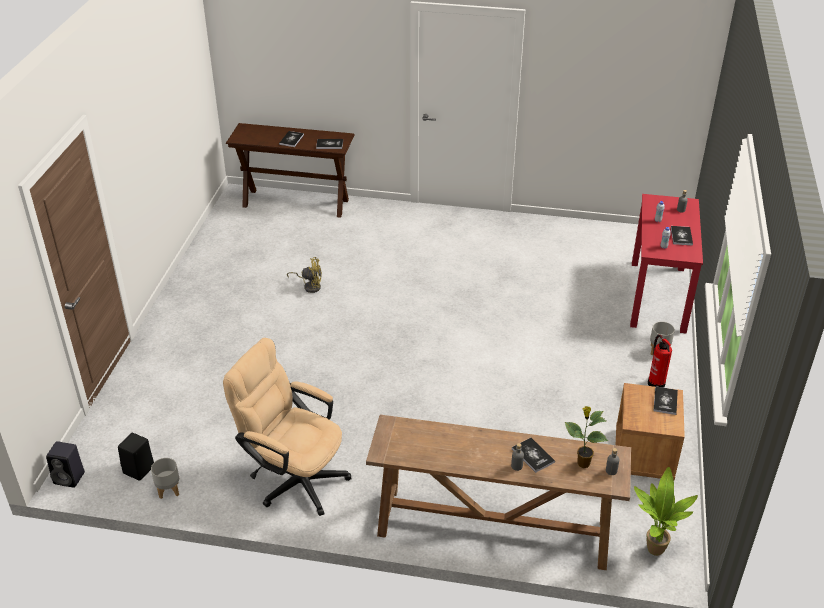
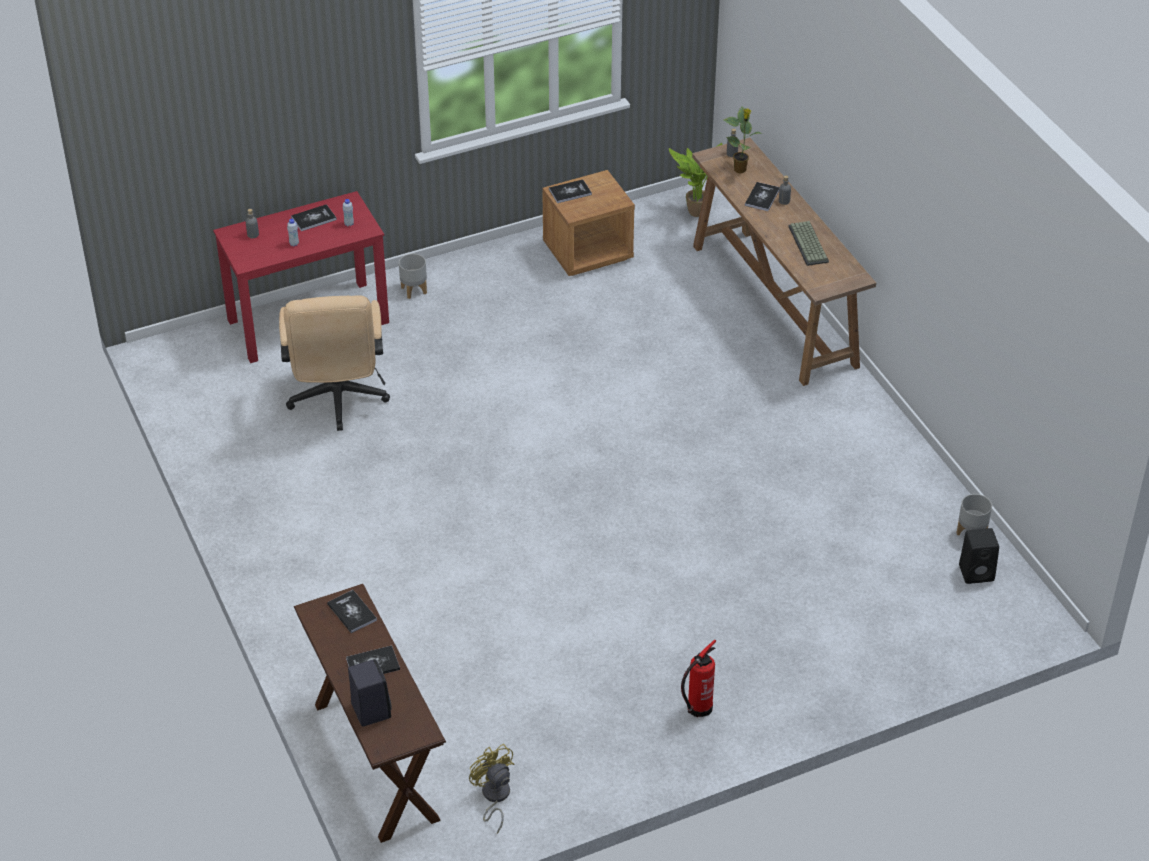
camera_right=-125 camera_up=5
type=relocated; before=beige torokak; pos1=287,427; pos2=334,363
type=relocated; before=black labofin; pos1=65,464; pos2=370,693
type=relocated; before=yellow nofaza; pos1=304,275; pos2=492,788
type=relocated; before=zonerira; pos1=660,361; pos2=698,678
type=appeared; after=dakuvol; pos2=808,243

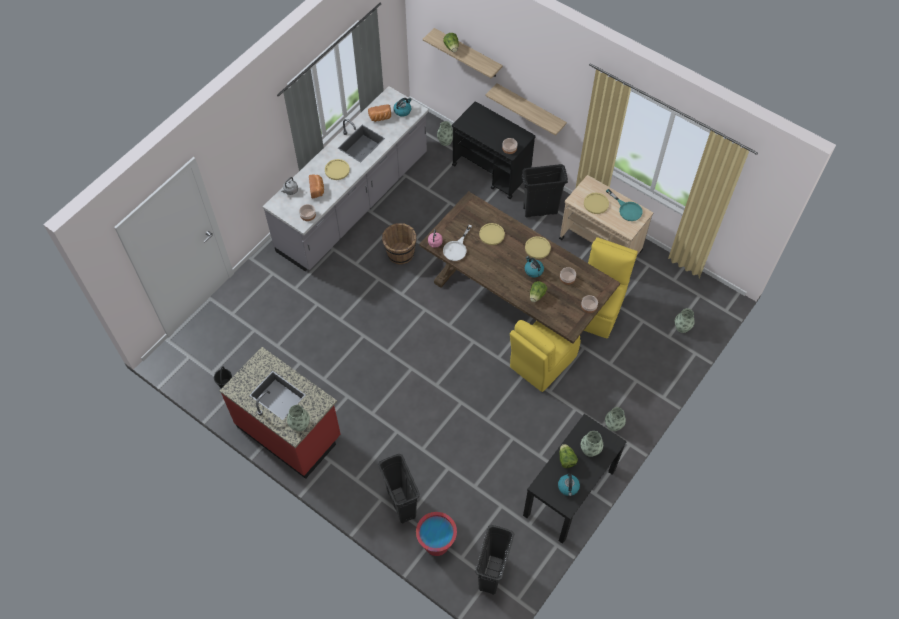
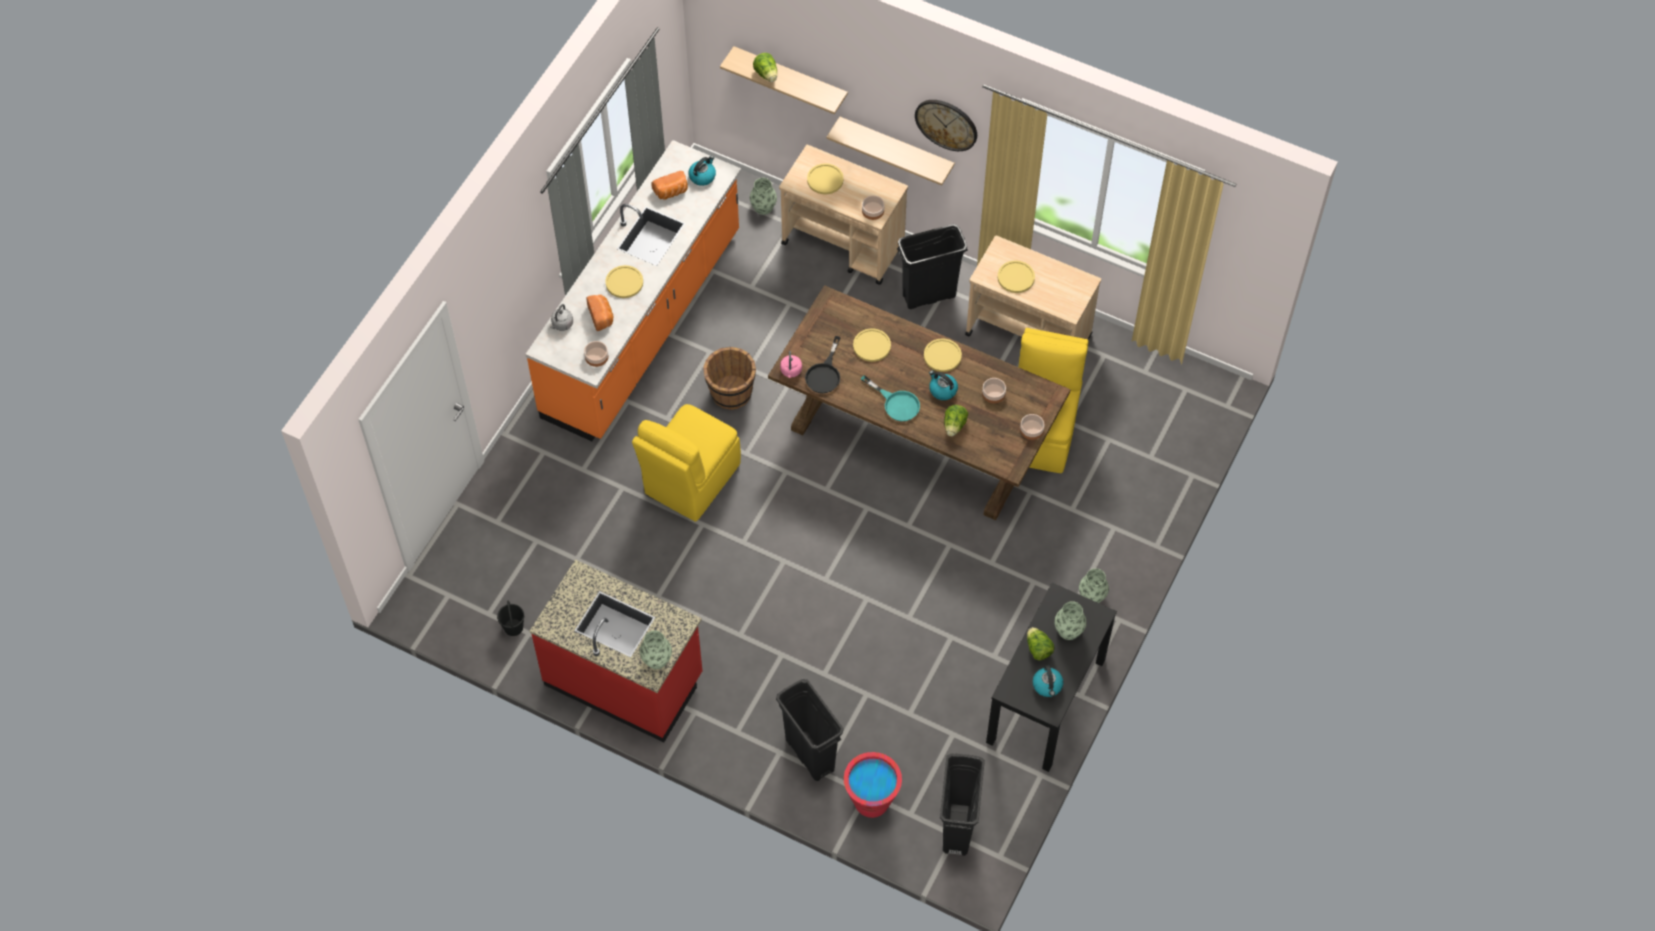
camera_right=-10 camera_up=0
type=colour; before=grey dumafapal; after=orange dumafapal; pos1=345,178; pos2=633,290
type=relocated; before=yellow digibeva; pos1=545,356; pos2=686,463
type=colour; before=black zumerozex; after=beige zumerozex; pos1=494,150; pos2=843,215
type=colour; before=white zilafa; after=black zilafa; pos1=457,243; pos2=823,364
type=appeared; after=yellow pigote; pos2=825,178
type=relocated; before=turquoise zilafa; pos1=624,205; pos2=890,398
type=appeared; after=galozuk; pos2=946,125
type=missing; before=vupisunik; pos1=685,320

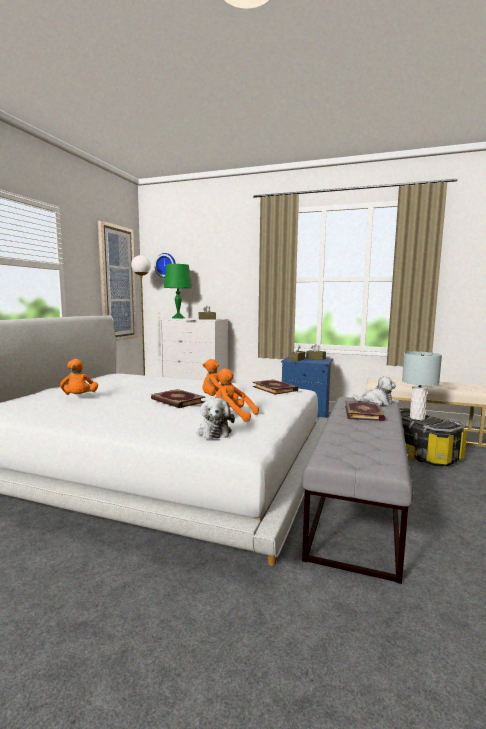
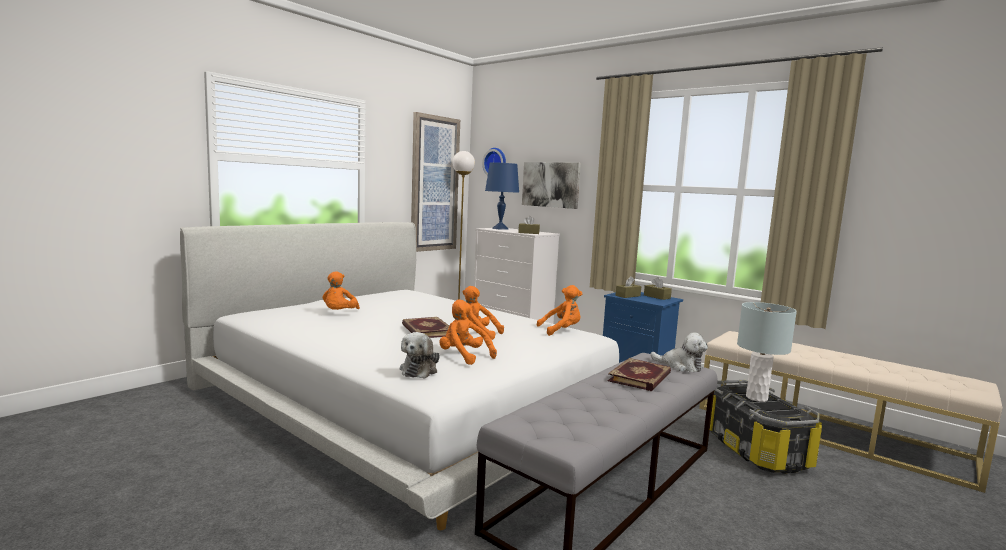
camera_right=20 camera_up=0
type=colour; before=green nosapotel; after=blue nosapotel; pos1=178,291; pos2=502,196
type=appeared; after=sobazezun; pos2=551,185
type=exchanged; before=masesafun; after=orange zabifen; pos1=275,387; pos2=559,310

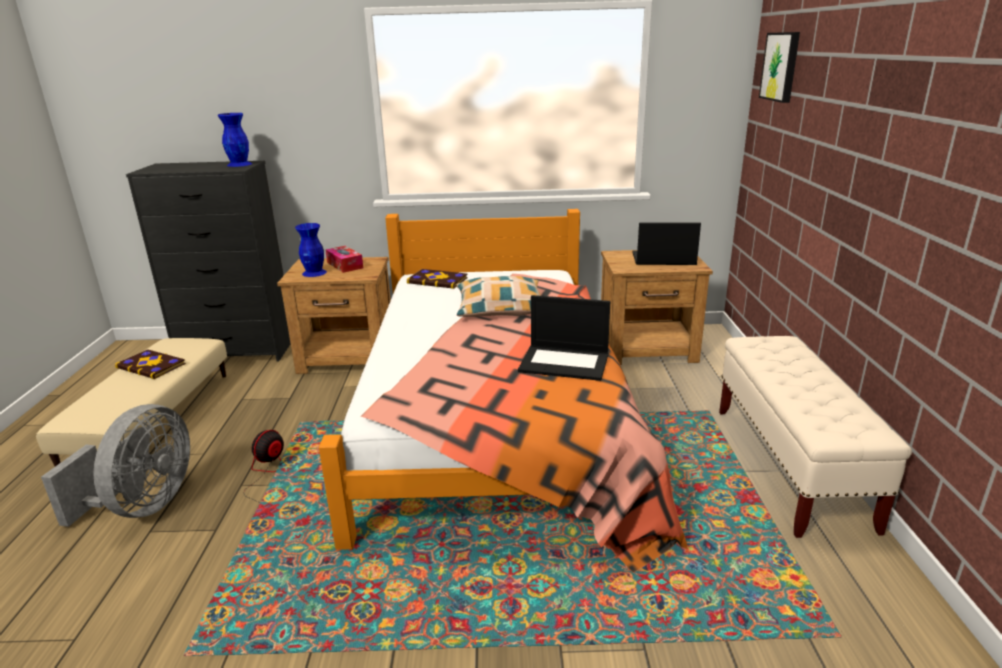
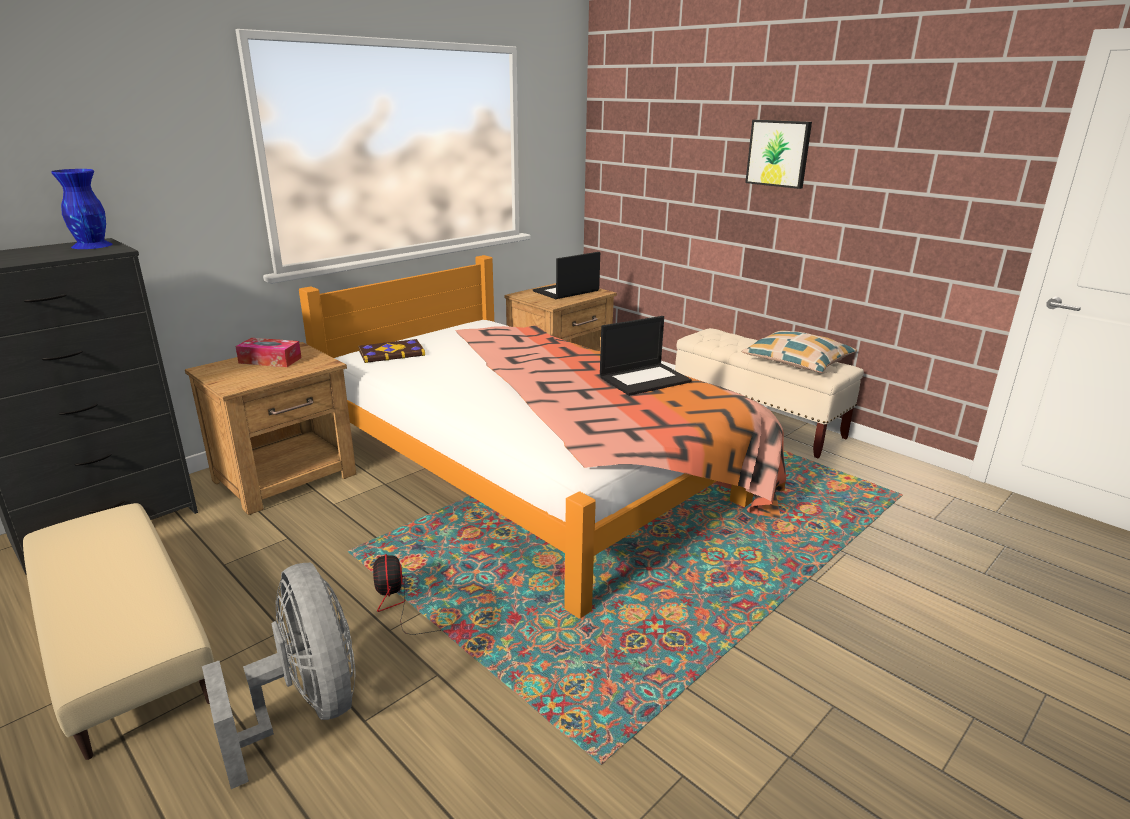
camera_right=-45 camera_up=0
type=relocated; before=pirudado; pos1=499,296; pos2=799,351
type=relocated; before=sobazezun; pos1=779,67; pos2=778,154
type=missing; before=masesafun; pos1=150,364
type=missing; before=blue vupisunik; pos1=311,250

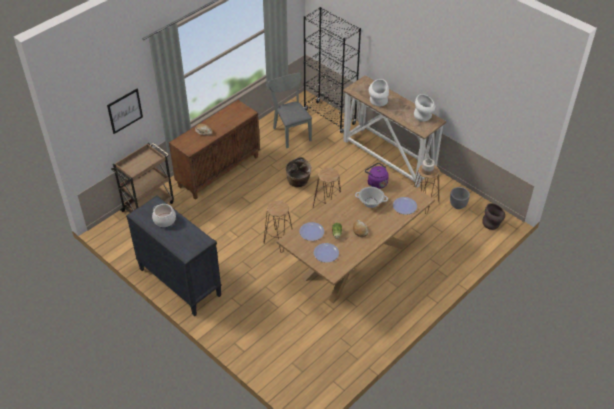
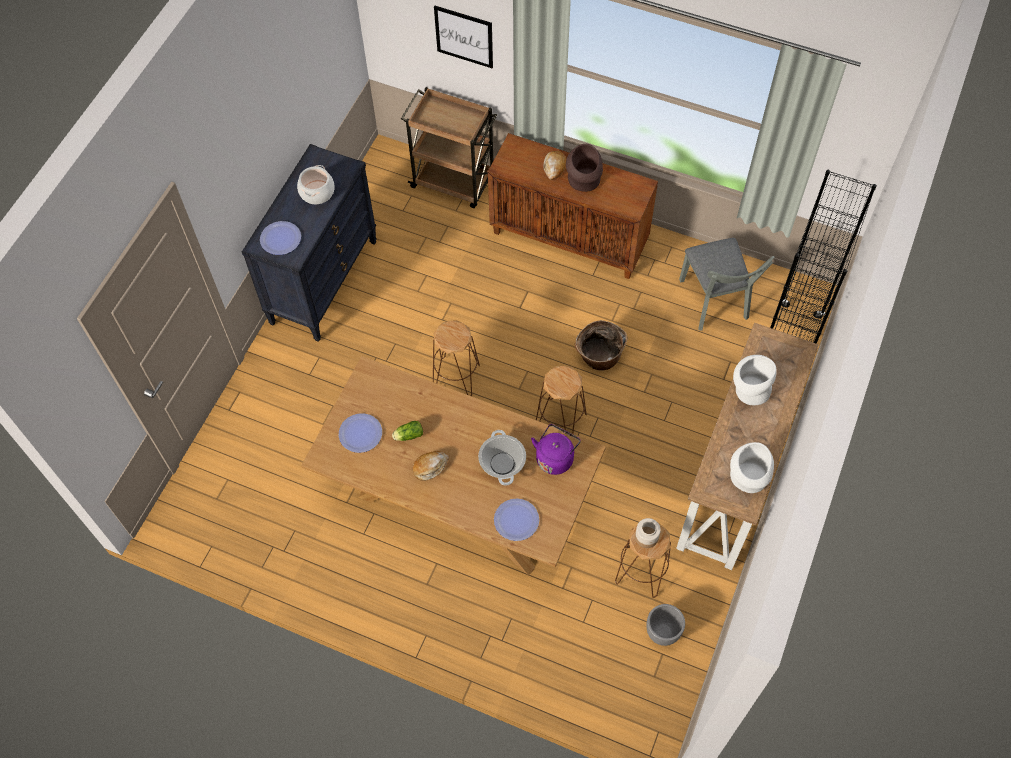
camera_right=70 camera_up=15
type=relocated; before=pigote; pos1=311,231; pos2=280,238
type=relocated; before=brown vupisunik; pos1=493,216; pos2=584,168
type=spun; before=grey digibeva; pos1=290,110; pos2=726,284; turn=120

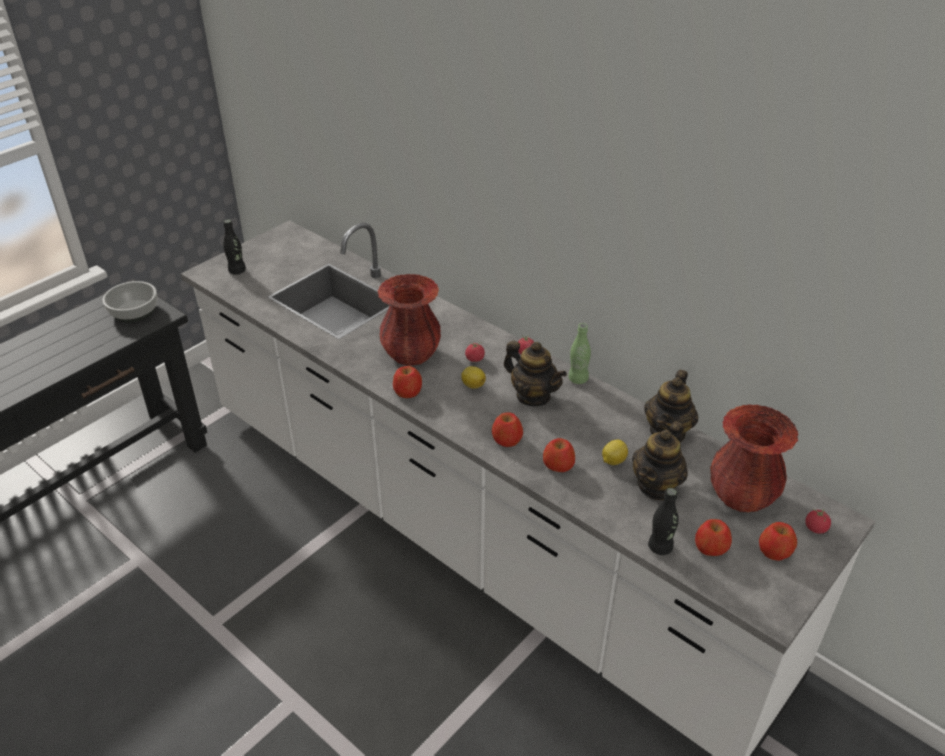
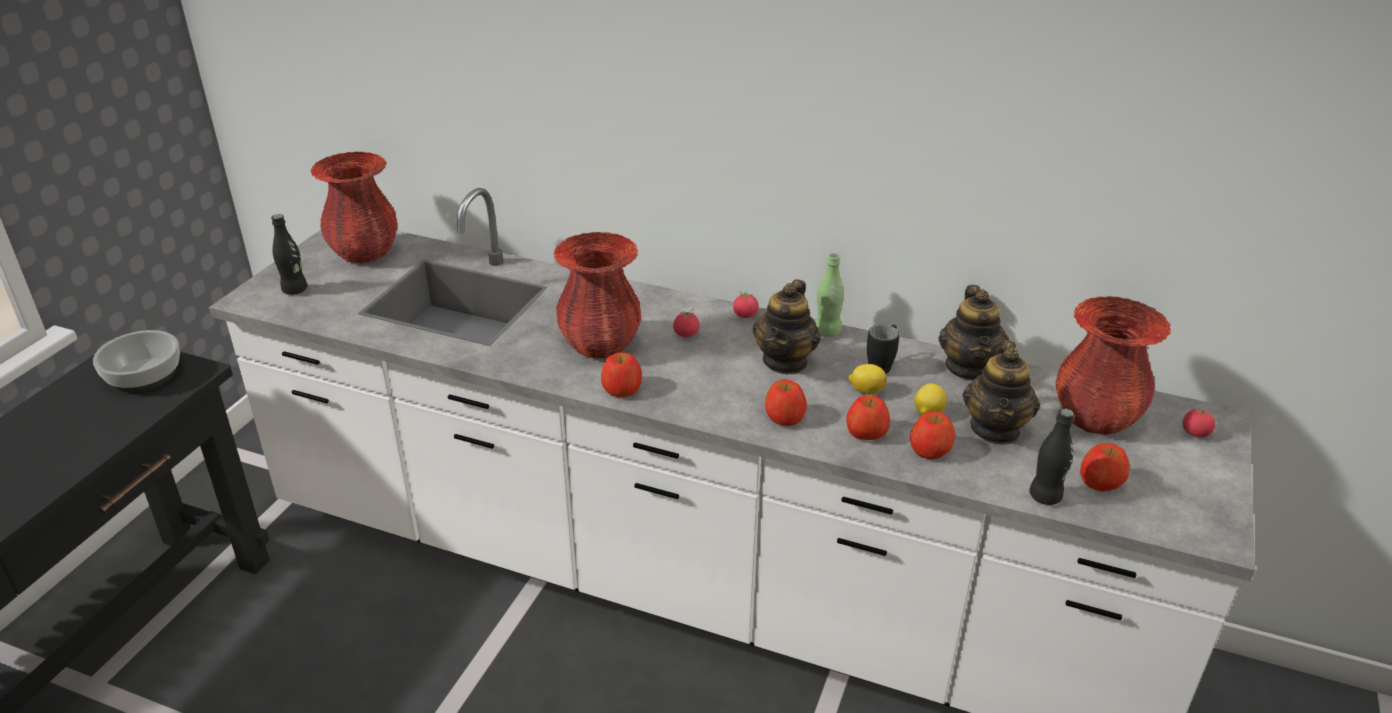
camera_right=-20 camera_up=-5
type=appeared; after=red vupisunik; pos2=354,207
type=spun; before=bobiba; pos1=535,373; pos2=786,326; turn=90
type=relocated; before=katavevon; pos1=473,377; pos2=867,379
type=appeared; after=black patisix; pos2=883,349
type=relocated; before=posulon; pos1=778,541; pos2=932,435

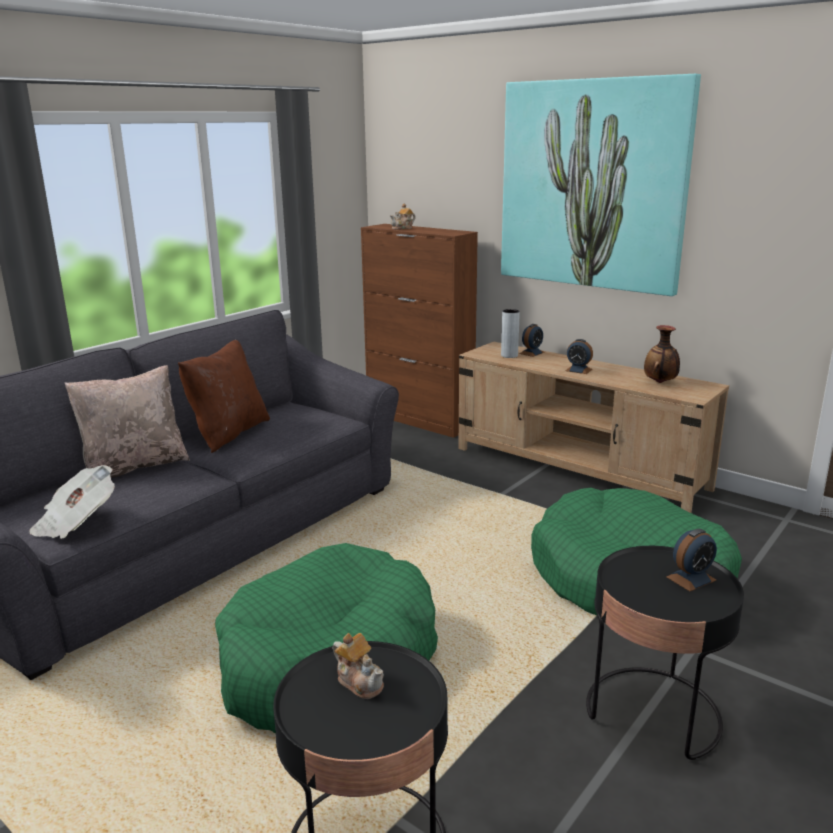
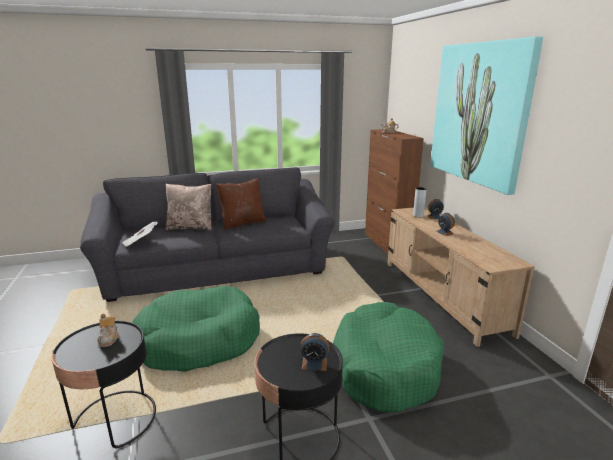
camera_right=35 camera_up=0
type=missing; before=vupisunik; pos1=662,354

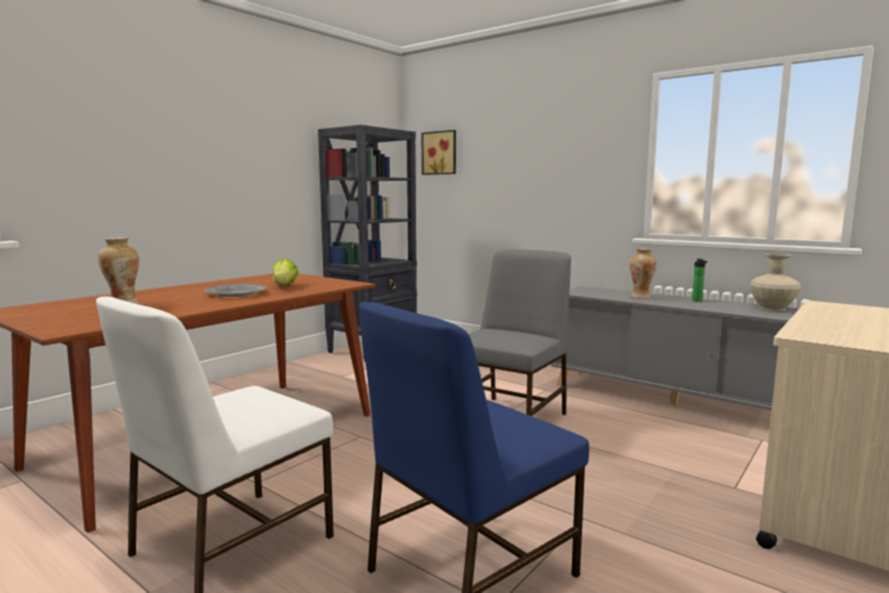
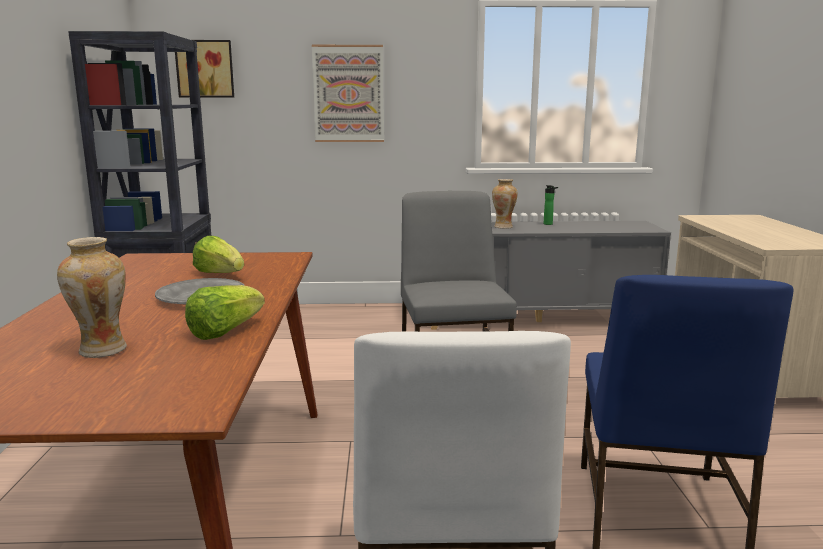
camera_right=-40 camera_up=5
type=appeared; after=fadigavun; pos2=225,312
type=appeared; after=sobazezun; pos2=348,93
type=missing; before=beige vupisunik; pos1=775,282

